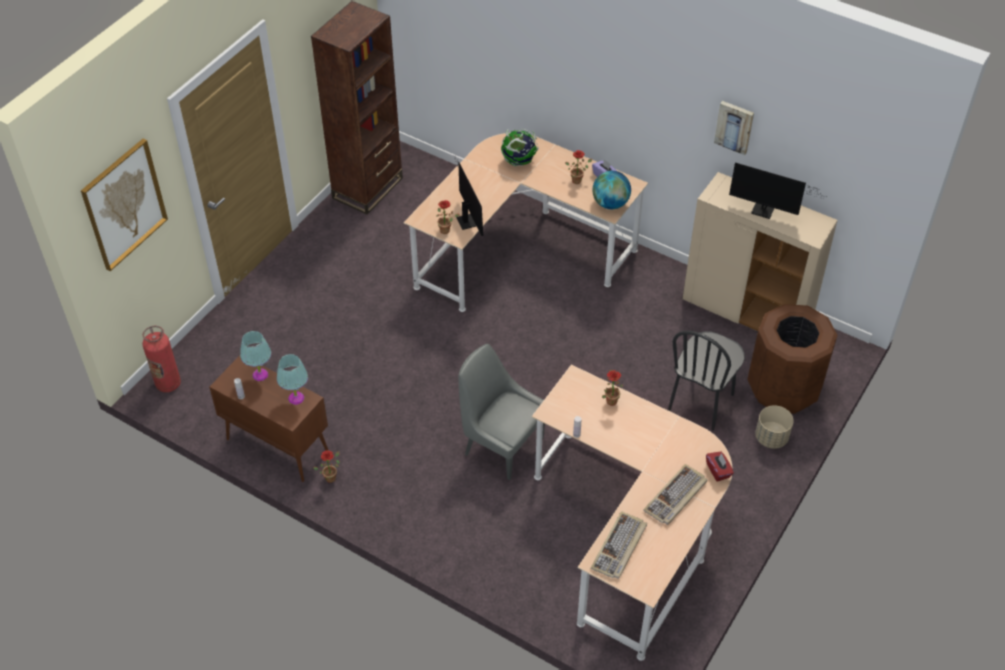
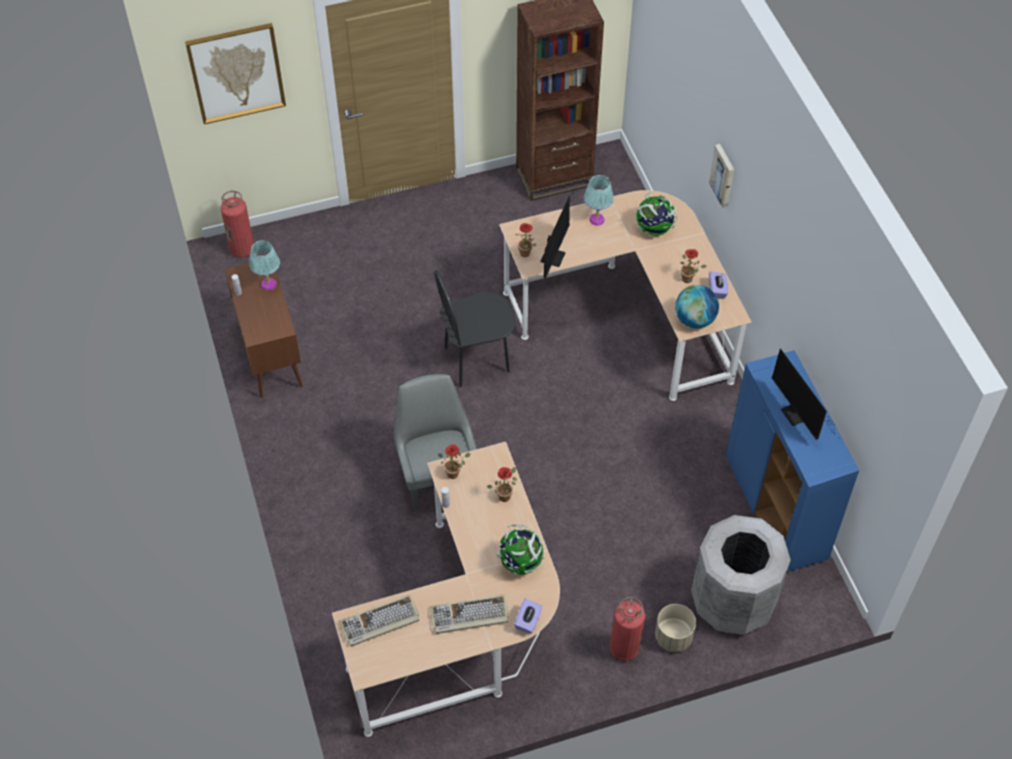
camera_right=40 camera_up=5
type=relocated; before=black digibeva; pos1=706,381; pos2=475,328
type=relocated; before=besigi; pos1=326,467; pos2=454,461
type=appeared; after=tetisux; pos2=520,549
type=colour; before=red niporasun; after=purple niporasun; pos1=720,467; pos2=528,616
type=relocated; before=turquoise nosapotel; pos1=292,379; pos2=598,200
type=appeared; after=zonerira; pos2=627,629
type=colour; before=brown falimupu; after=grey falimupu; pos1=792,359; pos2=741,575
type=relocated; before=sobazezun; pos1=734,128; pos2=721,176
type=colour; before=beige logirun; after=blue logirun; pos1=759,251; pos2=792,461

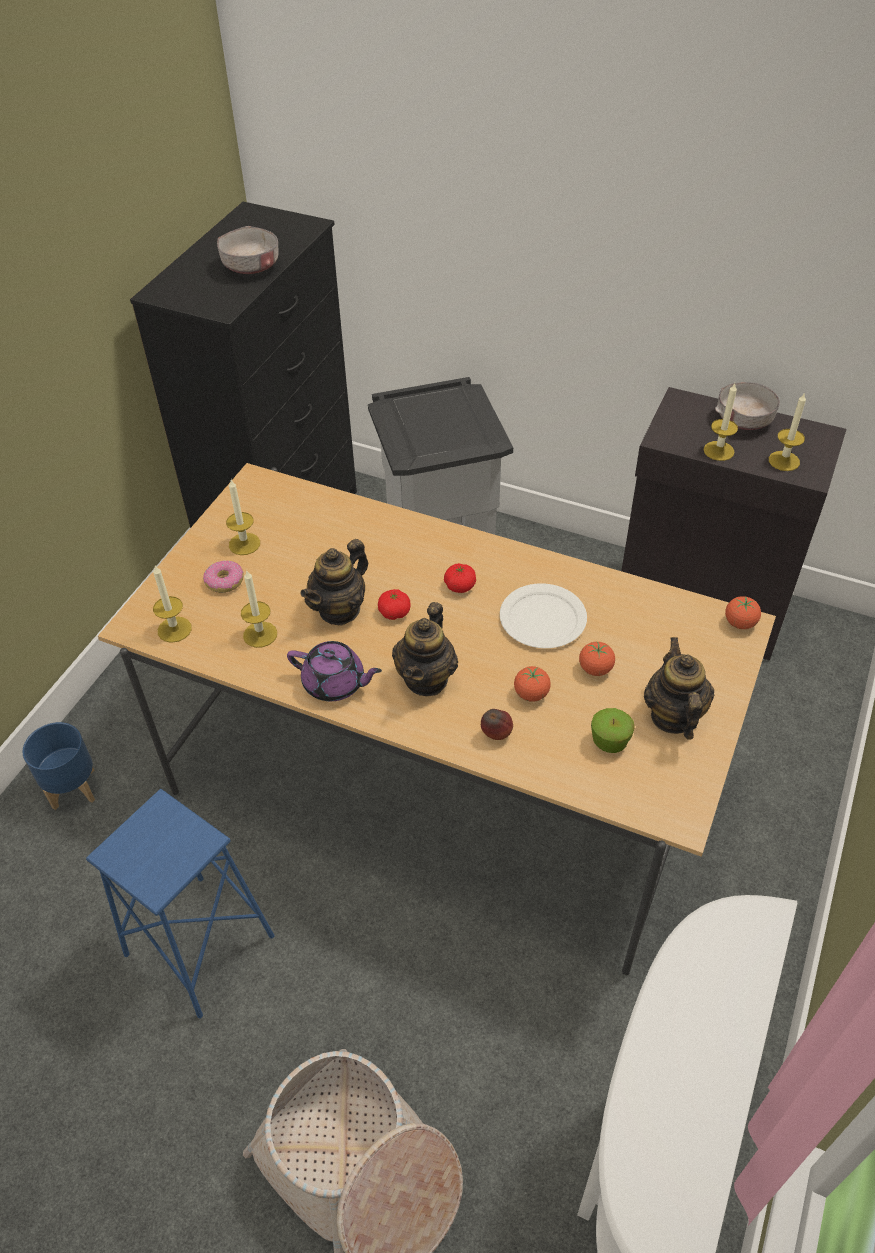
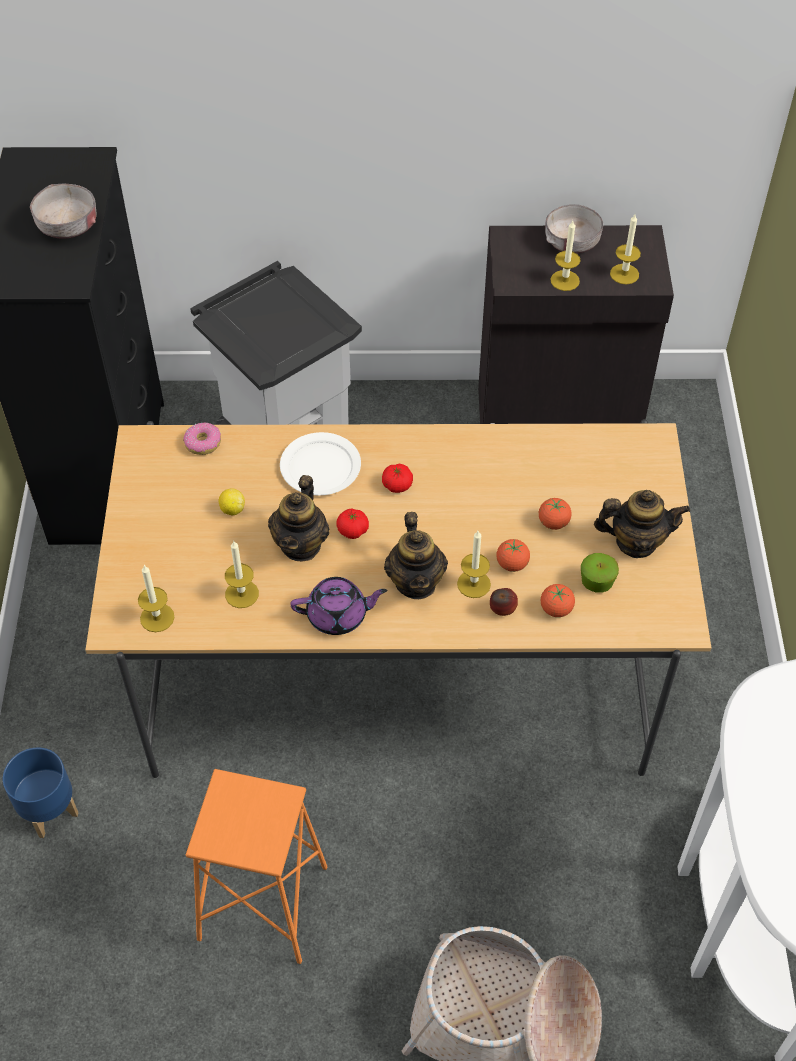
camera_right=-25 camera_up=5
type=relocated; before=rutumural; pos1=223,576; pos2=202,439
type=colour; before=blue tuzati; after=orange tuzati; pos1=180,904; pos2=256,866
type=appeared; after=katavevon; pos2=231,501
type=relocated; before=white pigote; pos1=543,615; pos2=320,463
type=relocated; before=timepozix; pos1=243,517; pos2=474,564
type=relocated; before=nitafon; pos1=743,612; pos2=558,600
type=spun; before=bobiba; pos1=679,688; pos2=642,524; turn=120

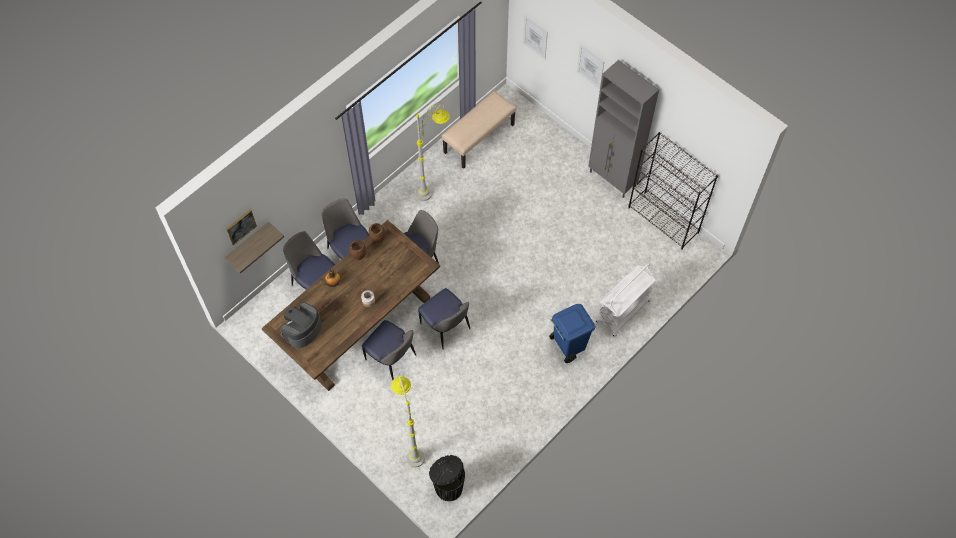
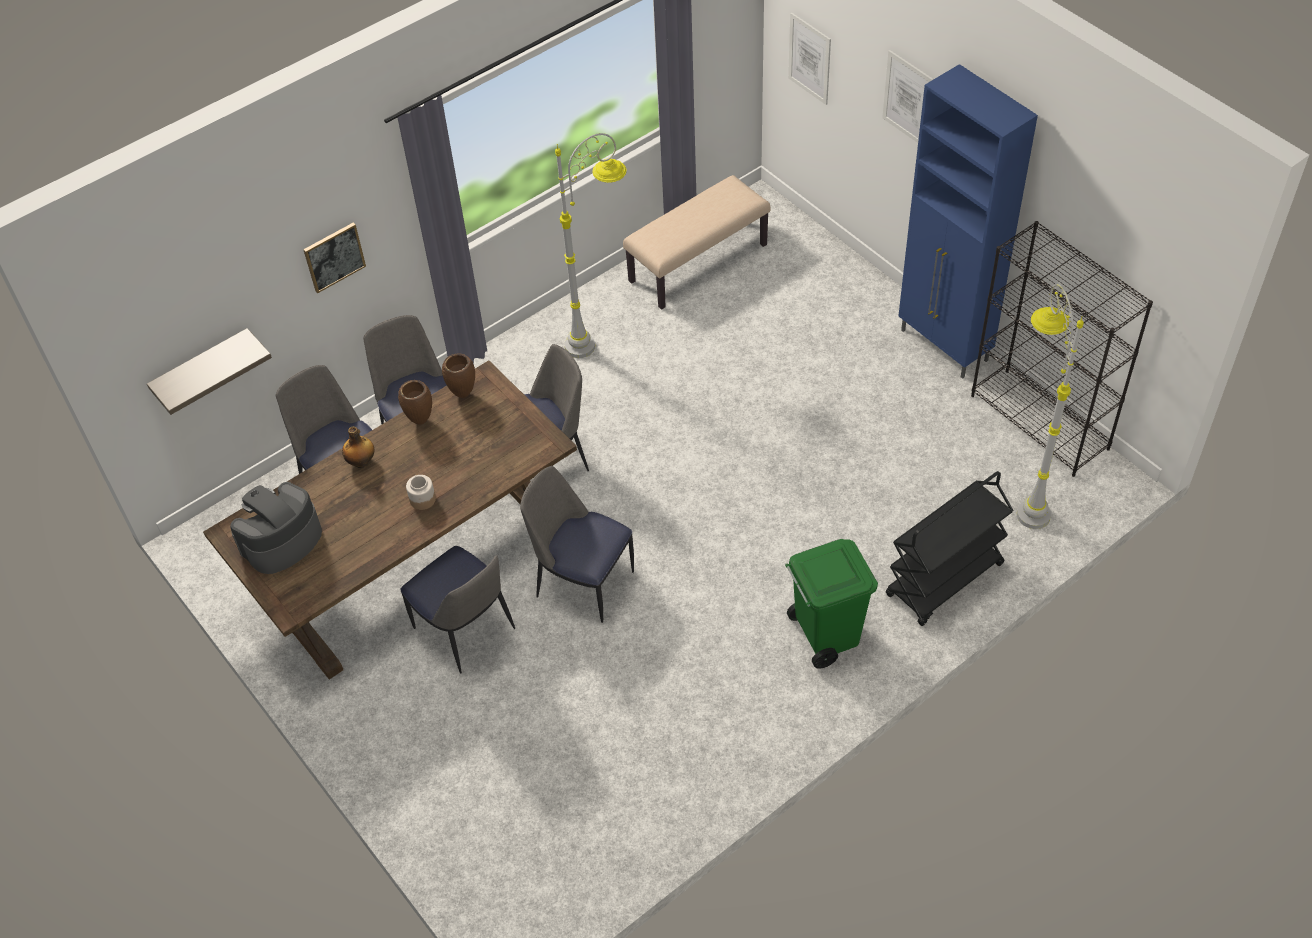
camera_right=10 camera_up=-10
type=relocated; before=sobazezun; pos1=242,227; pos2=334,258
type=spun; before=digibeva; pos1=444,318; pos2=577,544; turn=150
type=colour; before=blue falimupu; after=green falimupu; pos1=572,333; pos2=831,604
type=colour; before=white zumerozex; after=black zumerozex; pos1=626,300; pos2=949,548
type=colour; before=grey logirun; after=blue logirun; pos1=623,129; pos2=968,221
type=relocated; before=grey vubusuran; pos1=408,420; pos2=1050,406
type=missing; before=black falimupu; pos1=447,478

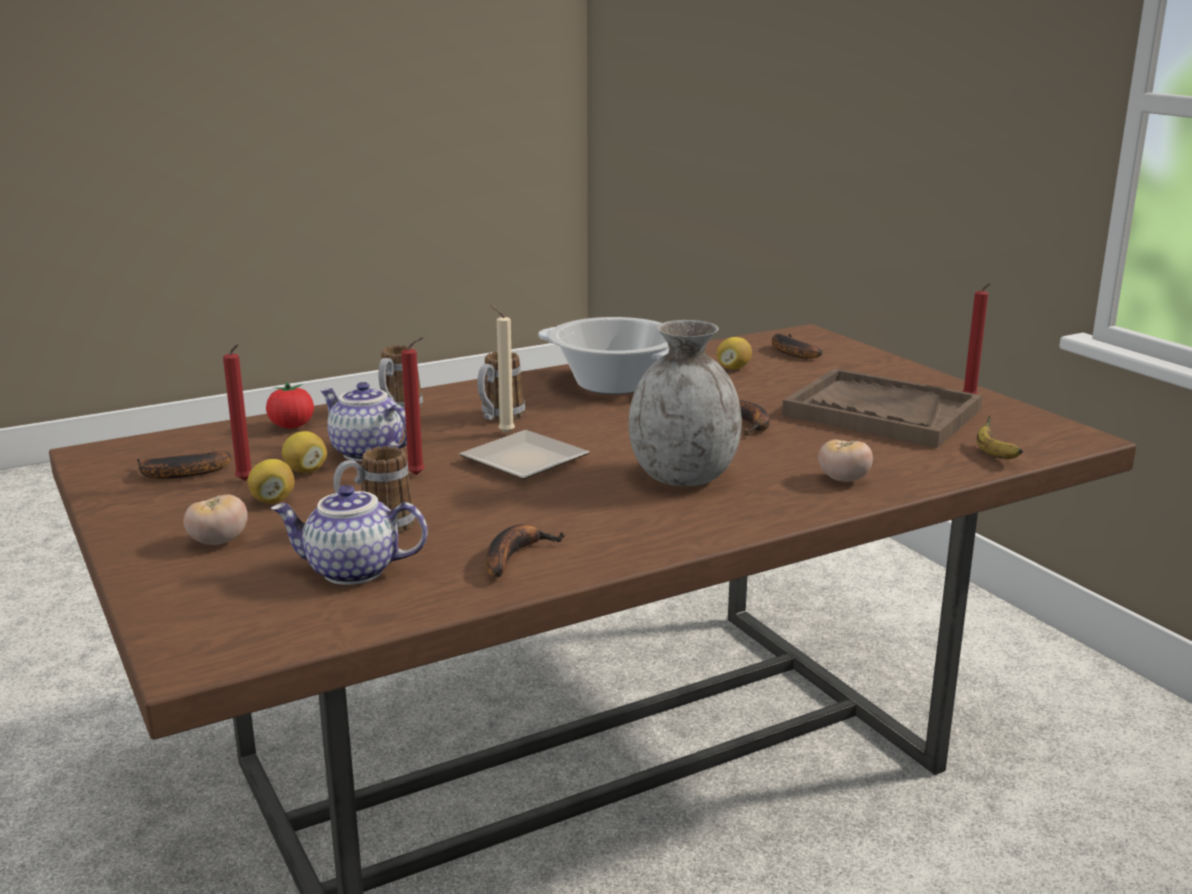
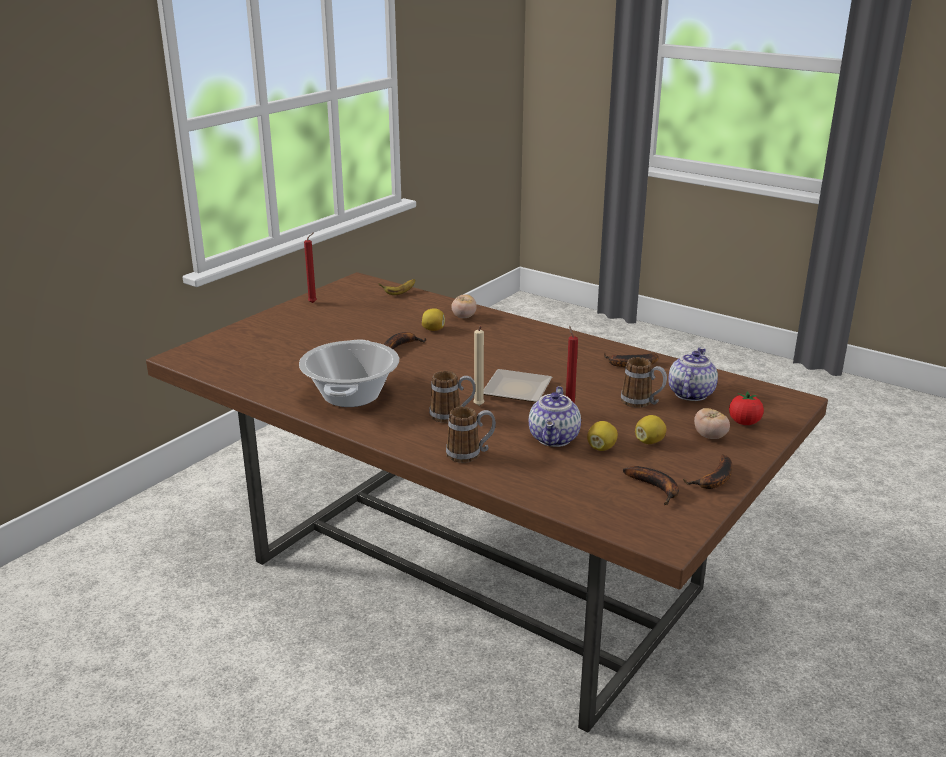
camera_right=-115 camera_up=5
type=relocated; before=katavevon; pos1=734,353; pos2=433,319
type=spun; before=bobiba; pos1=349,535; pos2=693,374; turn=-135
type=relocated; before=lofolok; pos1=797,346; pos2=708,471
type=relocated; before=nitafon; pos1=290,405; pos2=746,408
type=missing; before=red timepozix; pos1=237,412
type=missing; before=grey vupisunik; pos1=685,403
type=missing; before=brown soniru; pos1=882,408

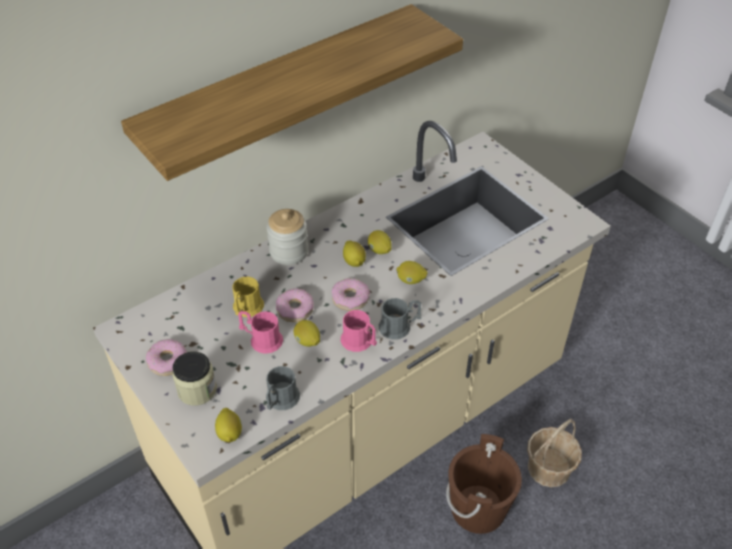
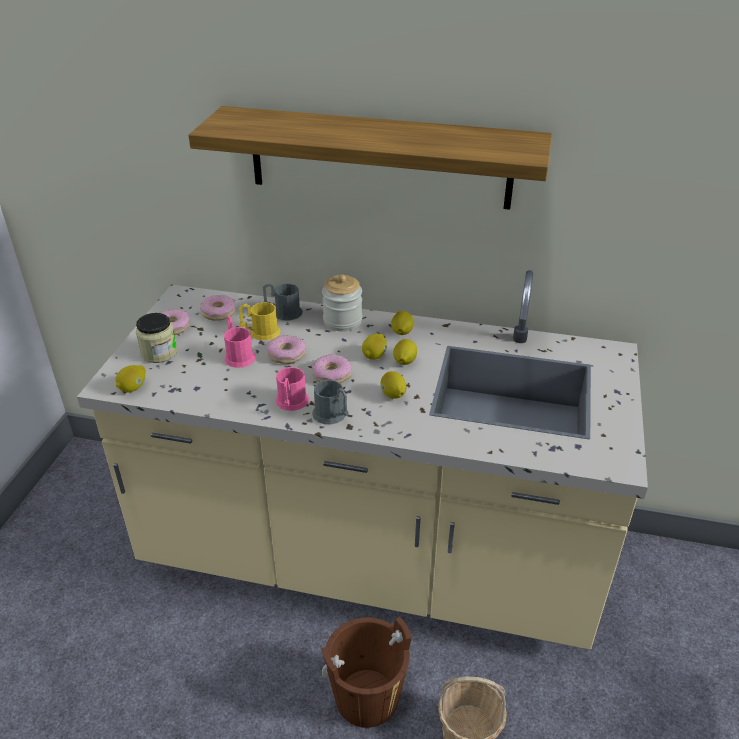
camera_right=50 camera_up=-10
type=appeared; after=rutumural; pos2=218,308
type=relocated; before=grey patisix; pos1=283,388; pos2=283,302
type=relocated; before=katavevon; pos1=307,333; pos2=402,323

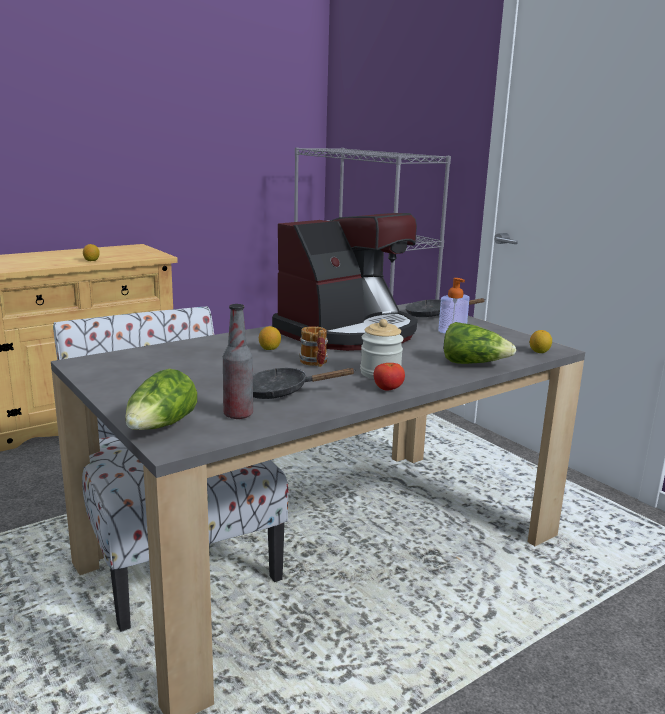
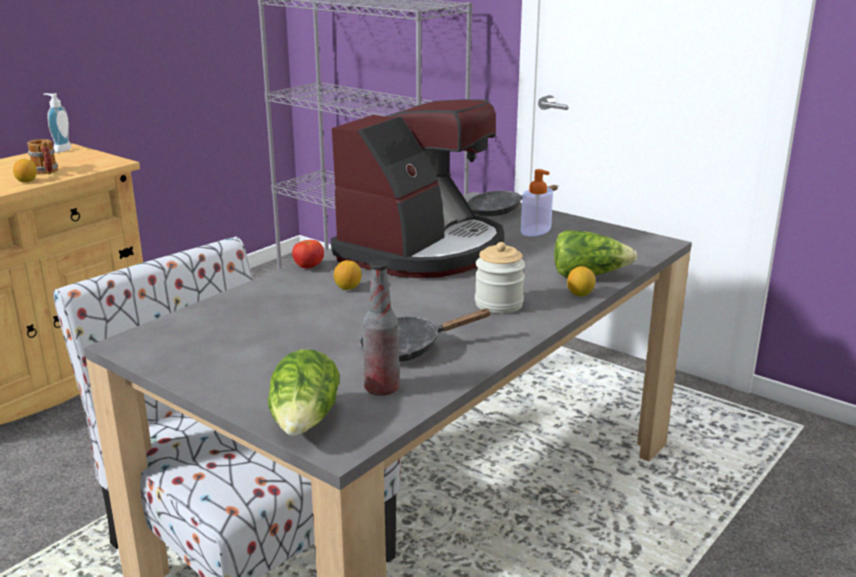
camera_right=-15 camera_up=5
type=relocated; before=patisix; pos1=313,346; pos2=42,157
type=appeared; after=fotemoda; pos2=57,123
type=relocated; before=nitafon; pos1=389,376; pos2=308,254
type=relocated; before=katavevon; pos1=541,341; pos2=581,281

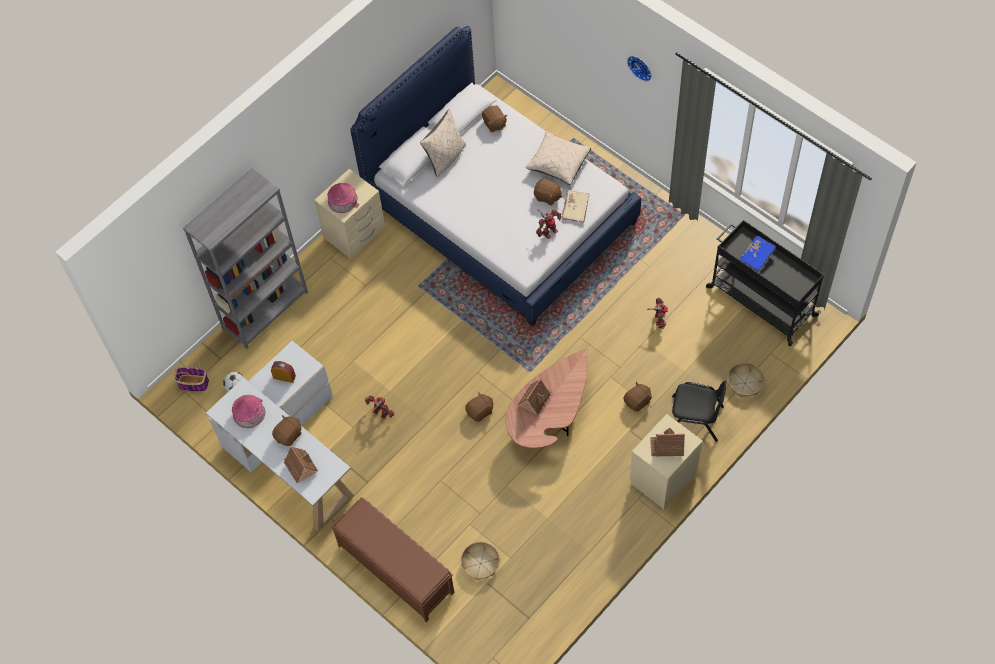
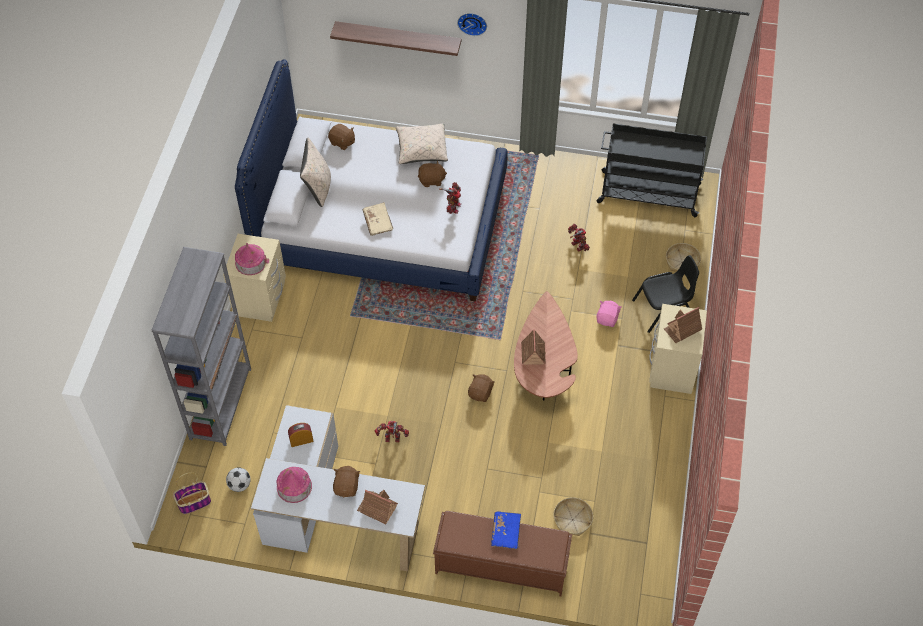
camera_right=-35 camera_up=-5
type=appeared; after=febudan; pos2=396,38
type=relocated; before=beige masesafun; pos1=575,206; pos2=378,219
type=relocated; before=blue masesafun; pos1=758,254; pos2=506,530
type=colour; before=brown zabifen; after=pink zabifen; pos1=638,397; pos2=609,314

